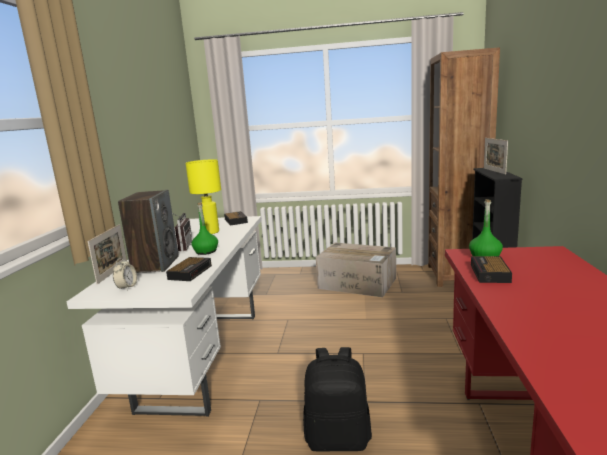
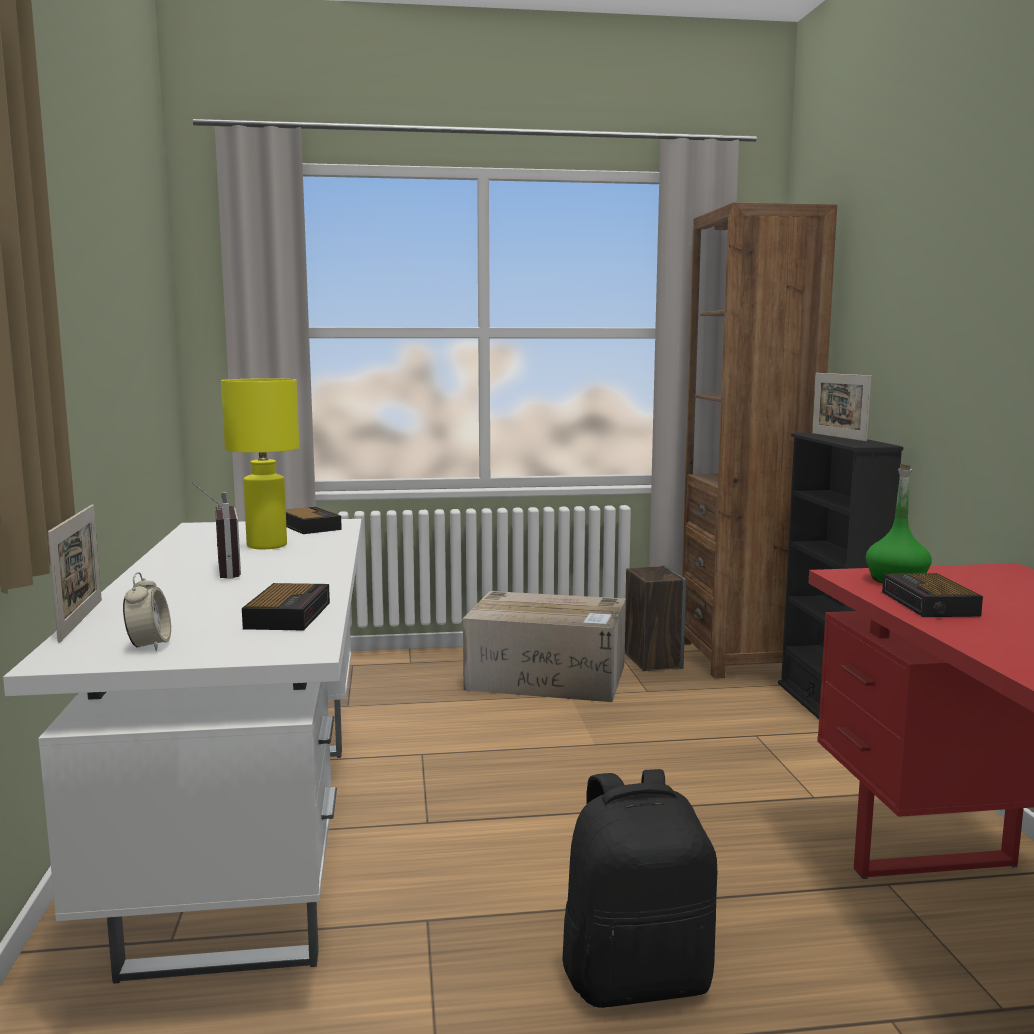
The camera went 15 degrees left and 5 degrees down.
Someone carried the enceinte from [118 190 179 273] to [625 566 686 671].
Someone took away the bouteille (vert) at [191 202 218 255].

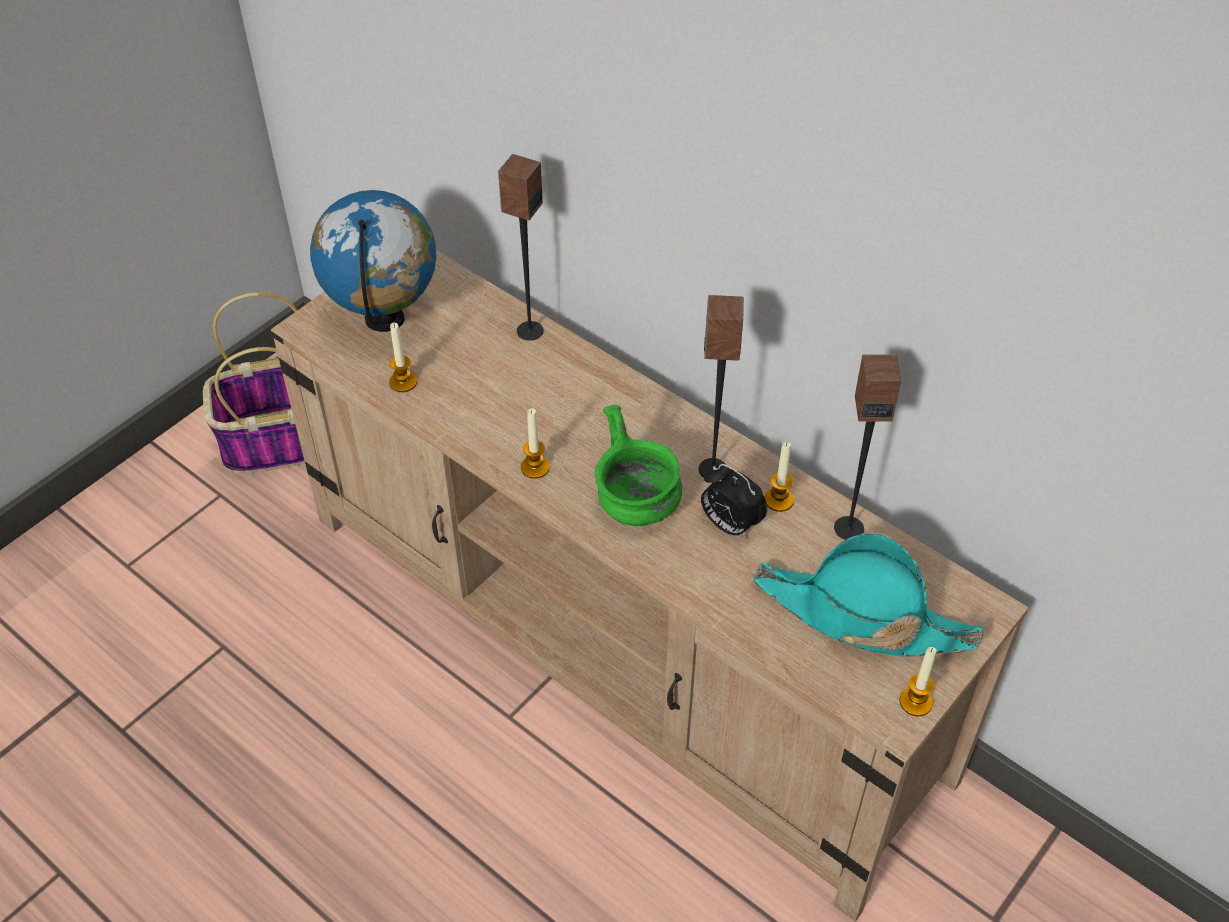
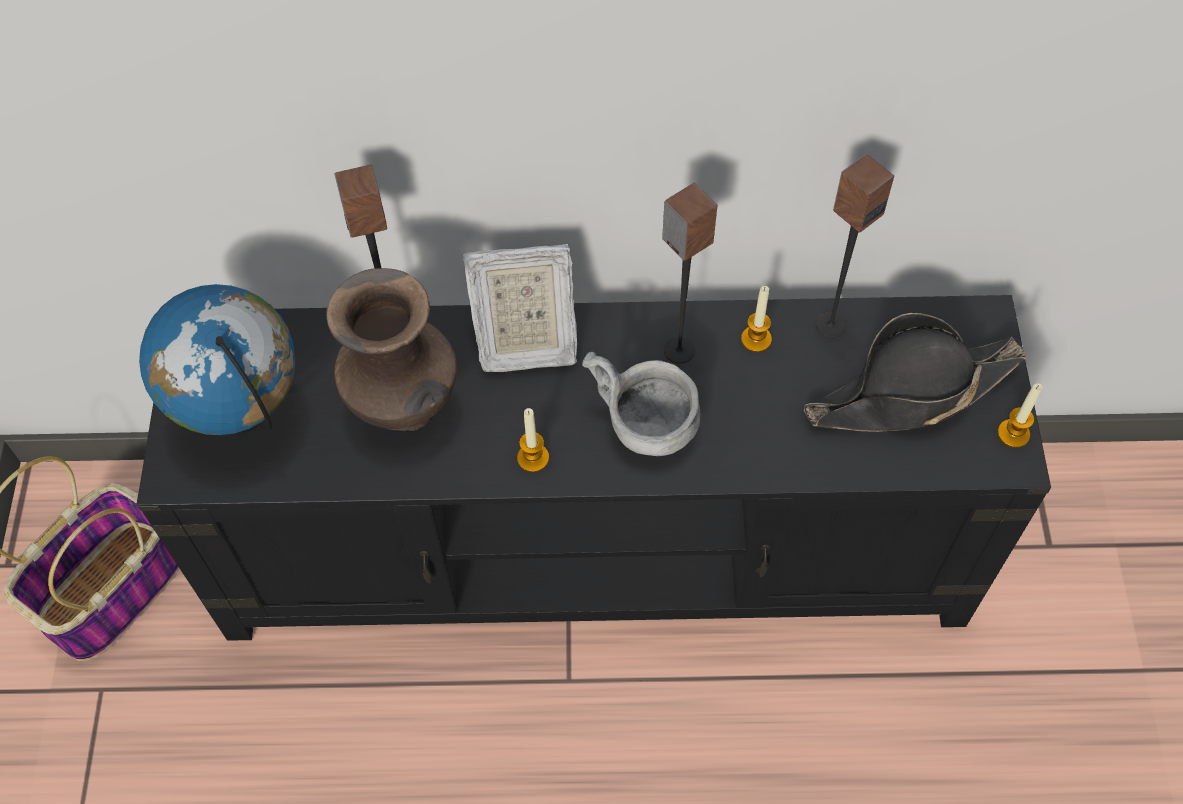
The camera went 40 degrees left and 10 degrees up.
Someone repainted the meuble télé (beige) at [271 250 1028 922], which became the meuble télé (noir) at [136 295 1051 641].
Someone took away the bougie at [389 323 417 392].
Someone repainted the bol (vert) at [595 404 682 526], which became the bol (gris) at [582 352 700 456].
Someone took away the réveil at [701 464 767 539].
Someone repainted the chapeau (turquoise) at [753 533 984 657], which became the chapeau (noir) at [804 313 1026 432].
Someone put down the vase (marron) at [326 268 457 431].
Someone put down the cadre photo at [462 244 577 372].

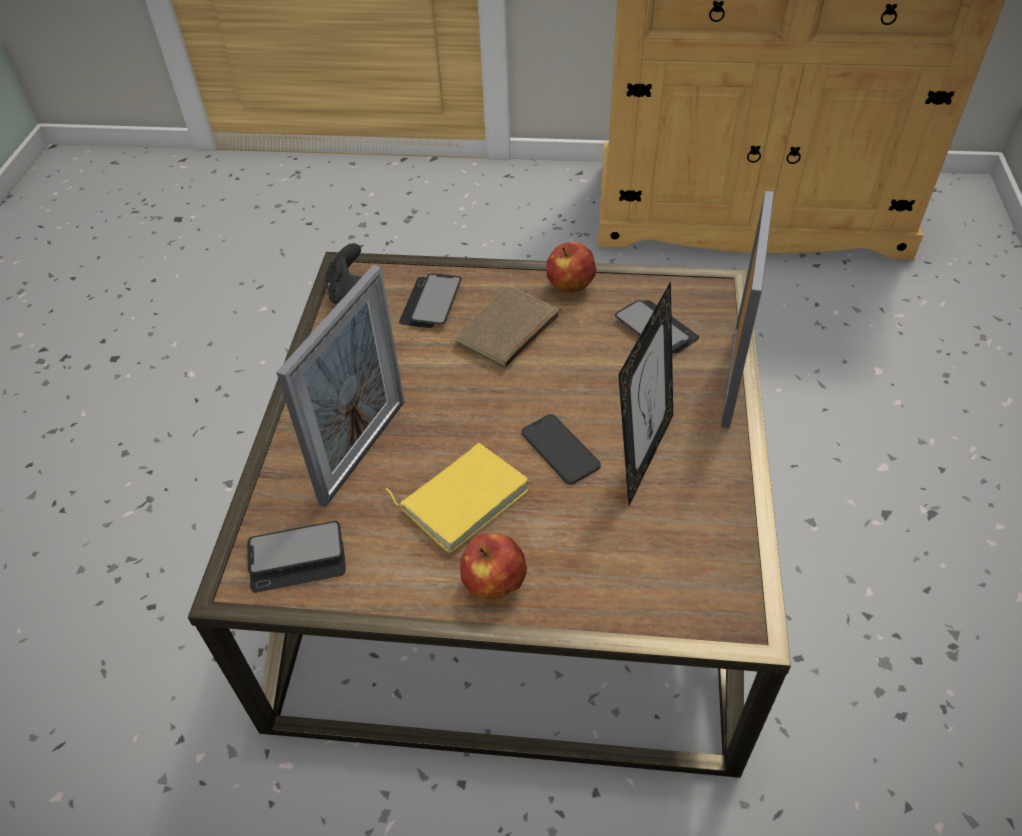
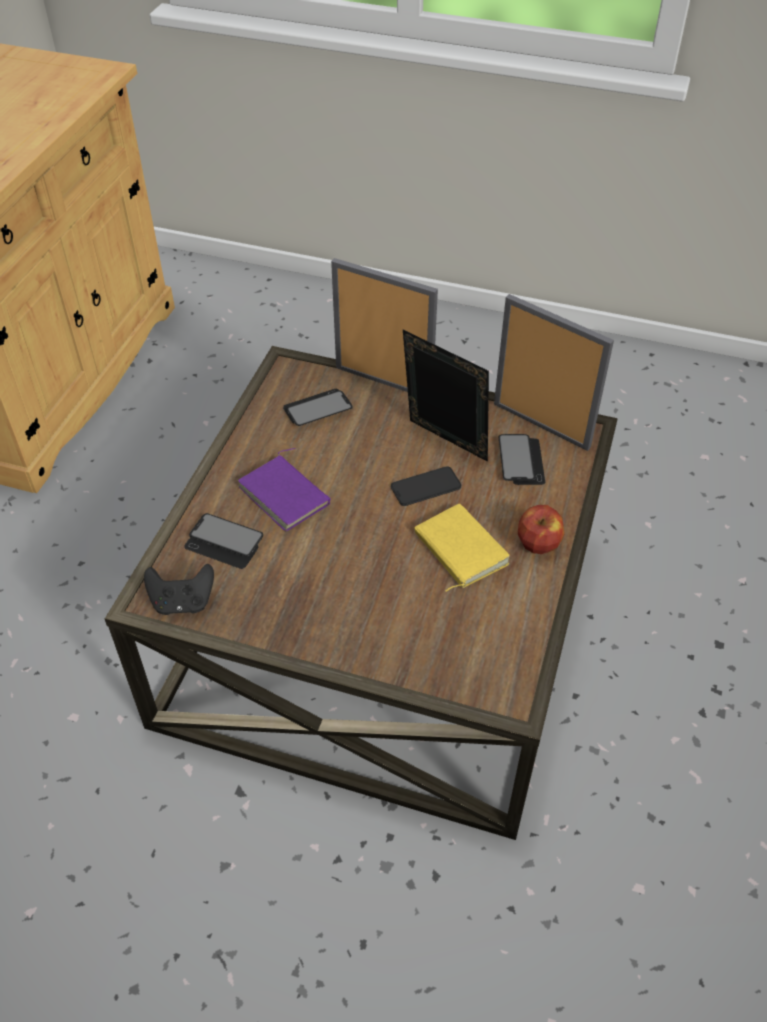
The camera went 80 degrees left and 0 degrees up.
Someone carried the téléphone from [247 521 346 593] to [498 434 545 485].
Someone carried the cadre photo from [276 265 404 507] to [494 294 614 451].
Someone repainted the livre (marron) at [455 286 575 368], which became the livre (violet) at [238 448 330 531].
Someone took away the pomme at [547 242 597 293].

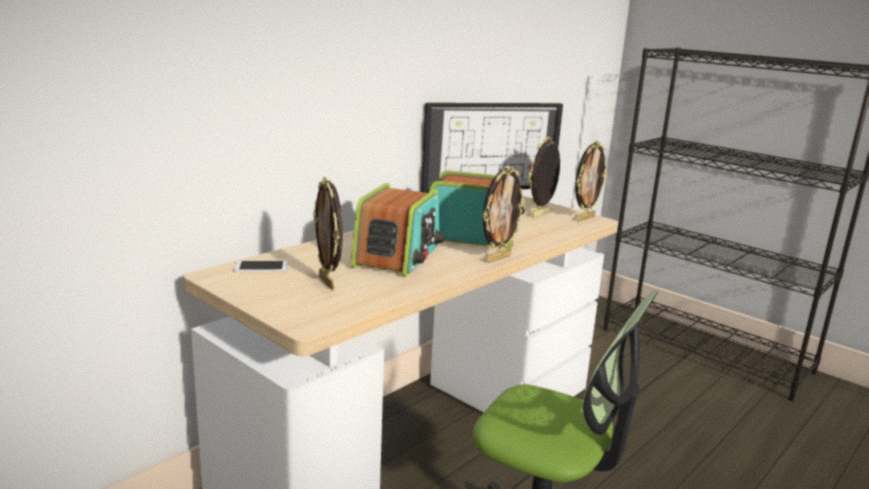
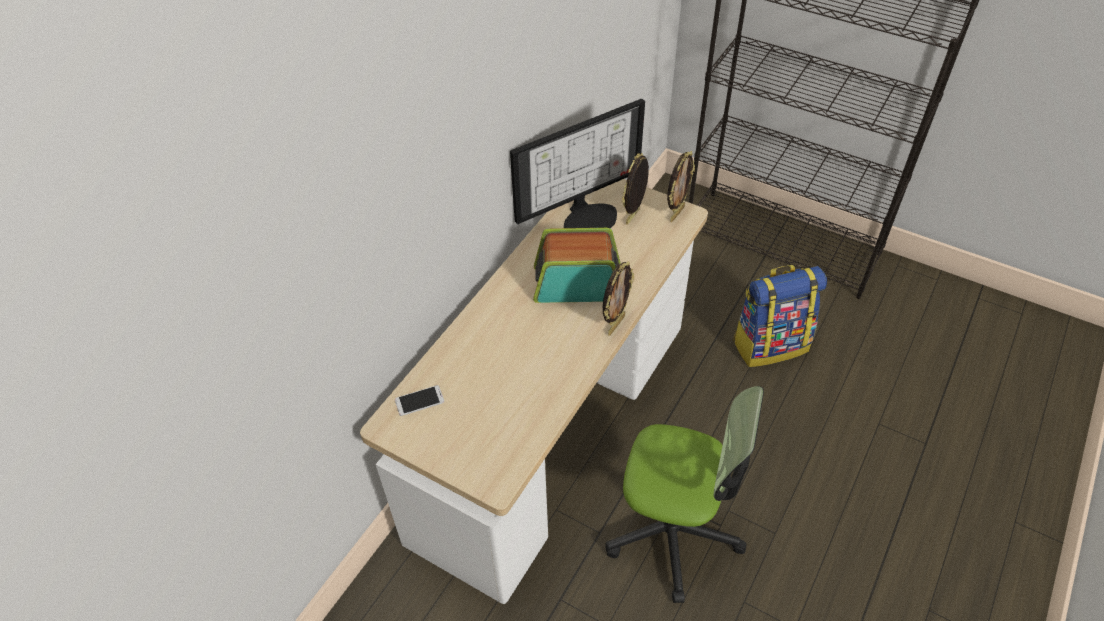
The camera went 10 degrees left and 30 degrees up.
Someone took away the cadre photo at [313 177 343 290].
Someone took away the radio at [351 183 445 277].
Someone put down the sac à dos at [733 265 827 367].

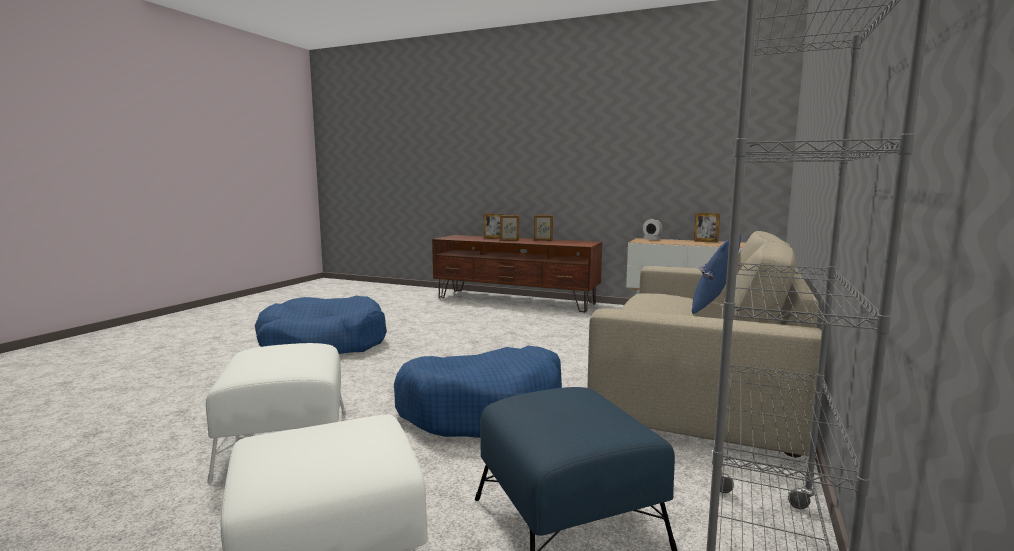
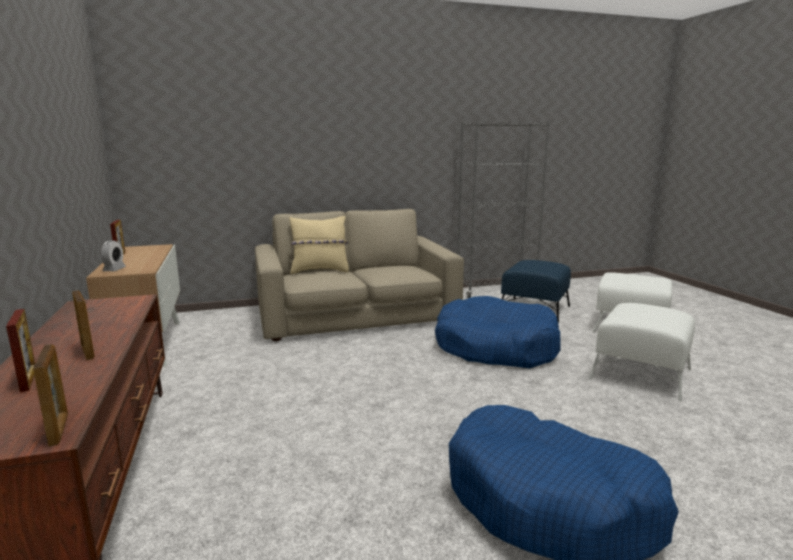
The camera went 130 degrees left and 5 degrees up.
Someone carried the cadre photo from [534 215 553 241] to [33 344 68 447].
Someone repainted the coussin (bleu) at [692 234 741 314], which became the coussin (beige) at [290 216 349 274].

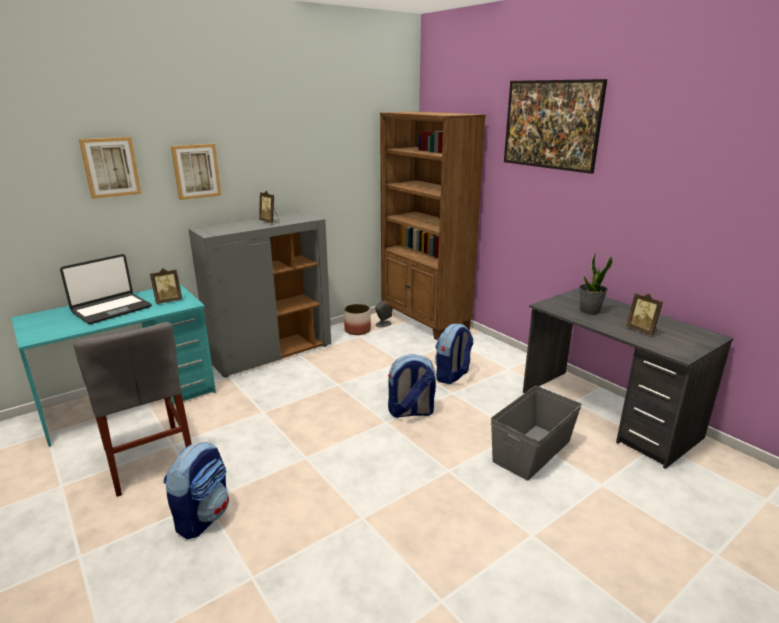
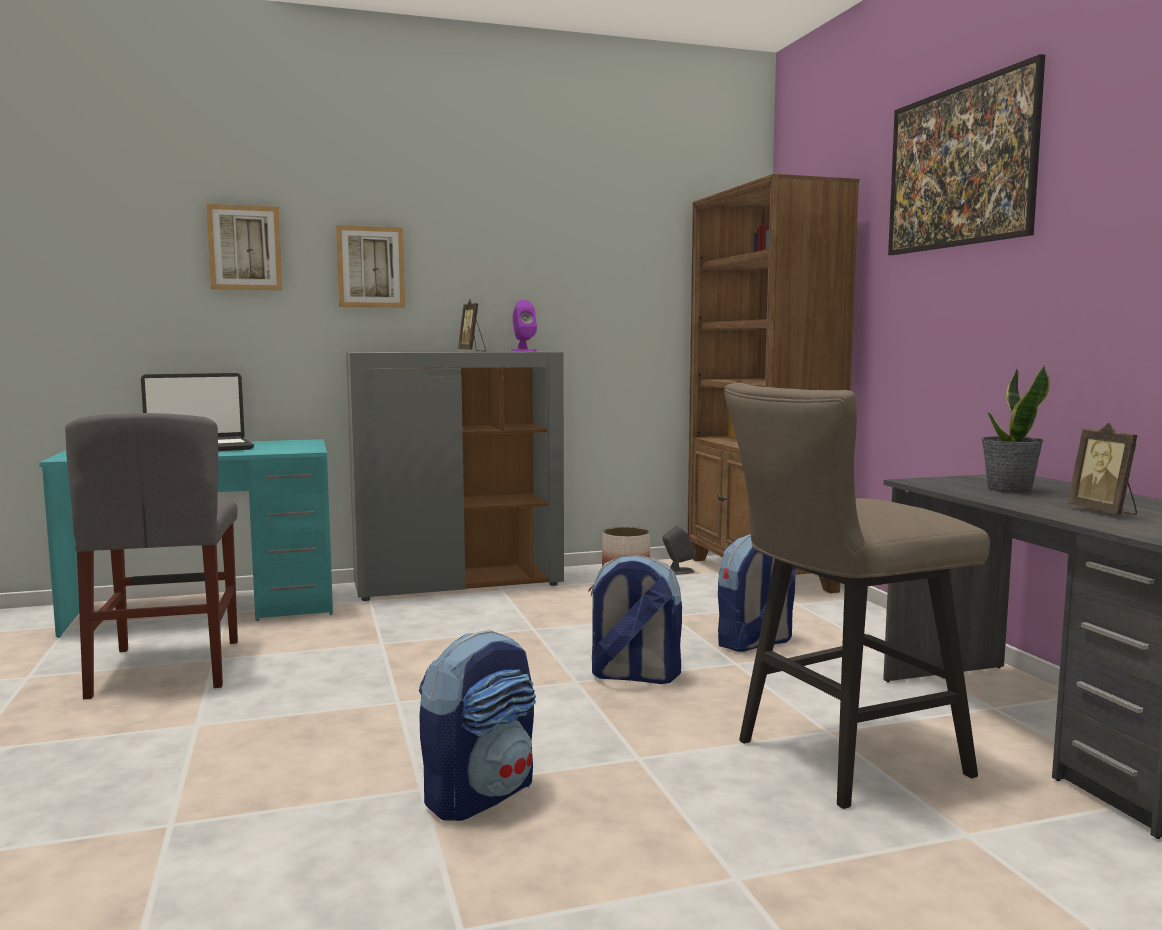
The camera went 20 degrees right and 15 degrees down.
Someone took away the cadre photo at [150 268 182 304].
Someone carried the sac à dos from [164 442 229 539] to [419 630 536 821].
Someone swapped the boîte de rangement (gris) at [491 386 582 481] for the tabouret (beige) at [724 383 990 809].
Someone put down the enceinte (violet) at [511 300 537 351].

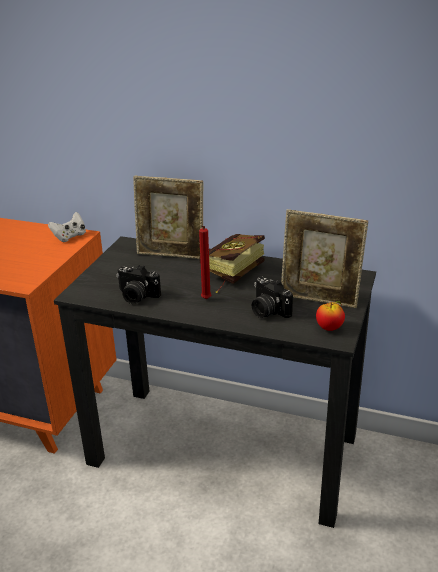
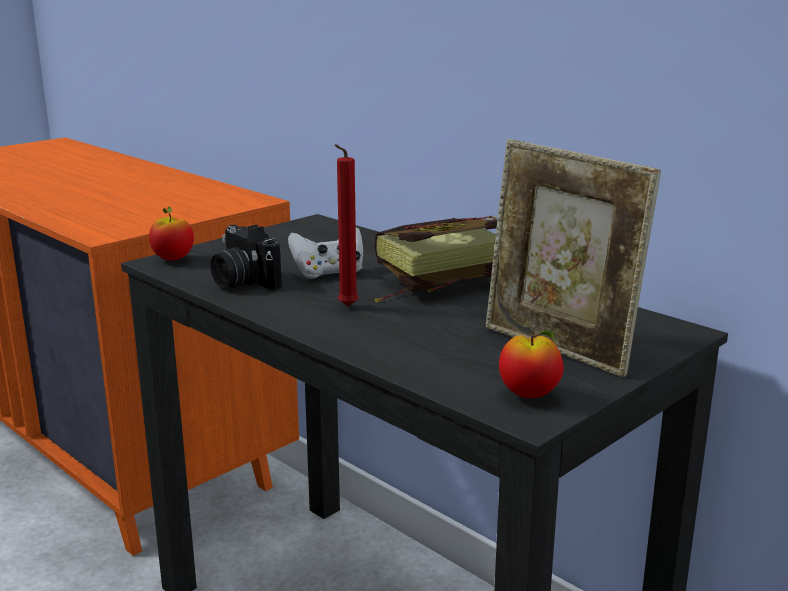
The camera went 25 degrees right and 10 degrees down.
Someone carried the manette (blanc) from [48 212 86 242] to [288 227 363 279].
Someone took away the cadre photo at [133 176 203 259].
Someone took away the appareil photo at [252 276 293 318].
Someone put down the pomme at [149 207 194 260].

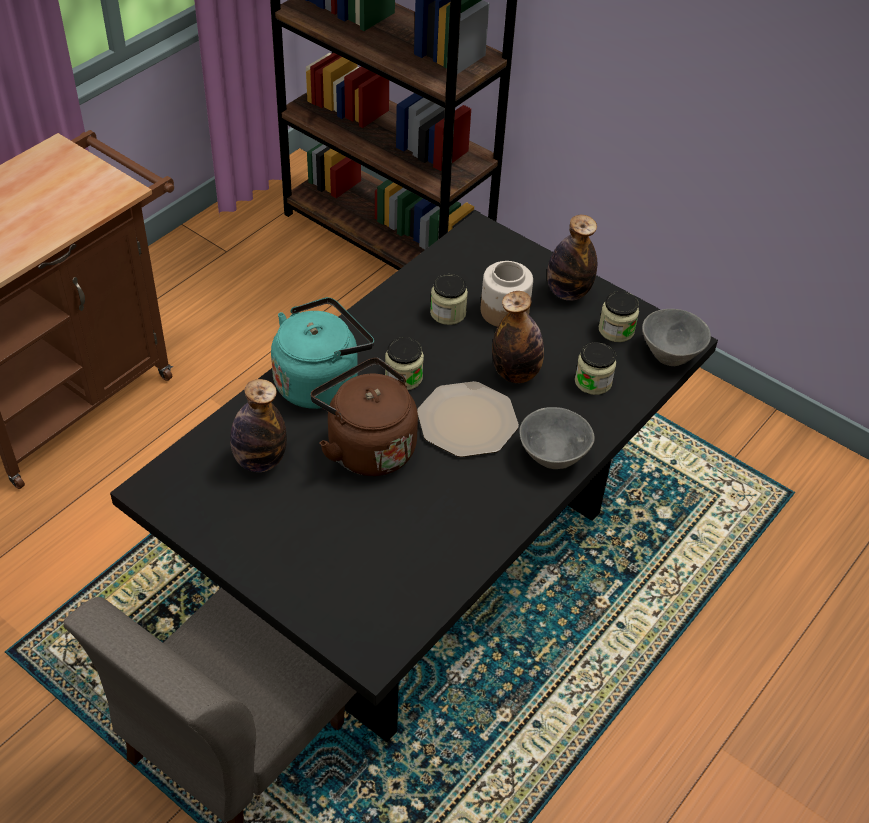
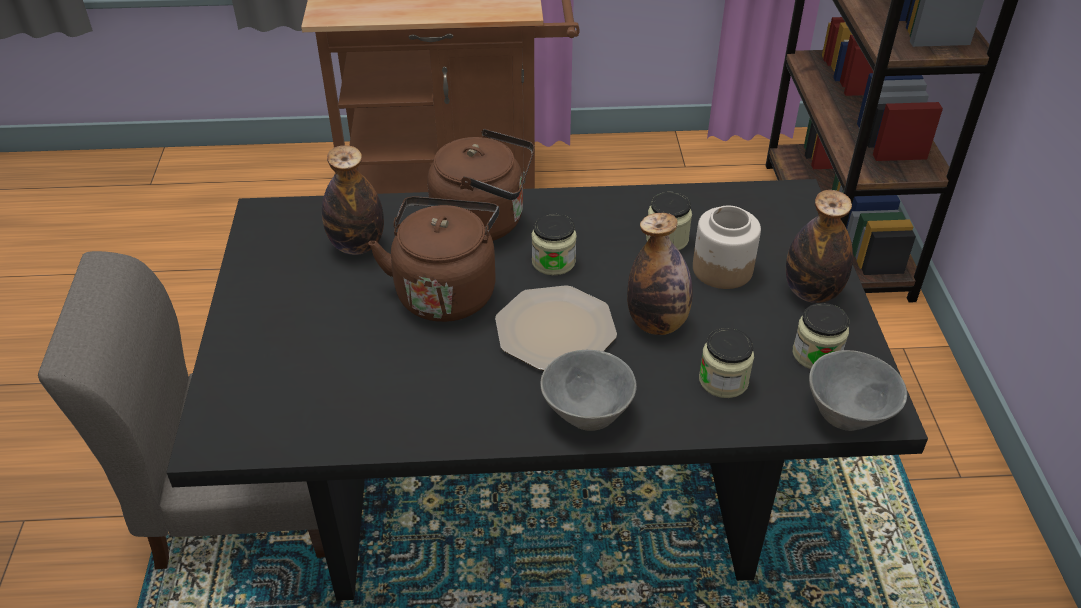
The camera went 50 degrees right and 5 degrees down.
Someone repainted the bouilloire (turquoise) at [271 297 374 409], which became the bouilloire (marron) at [427 129 535 241].

